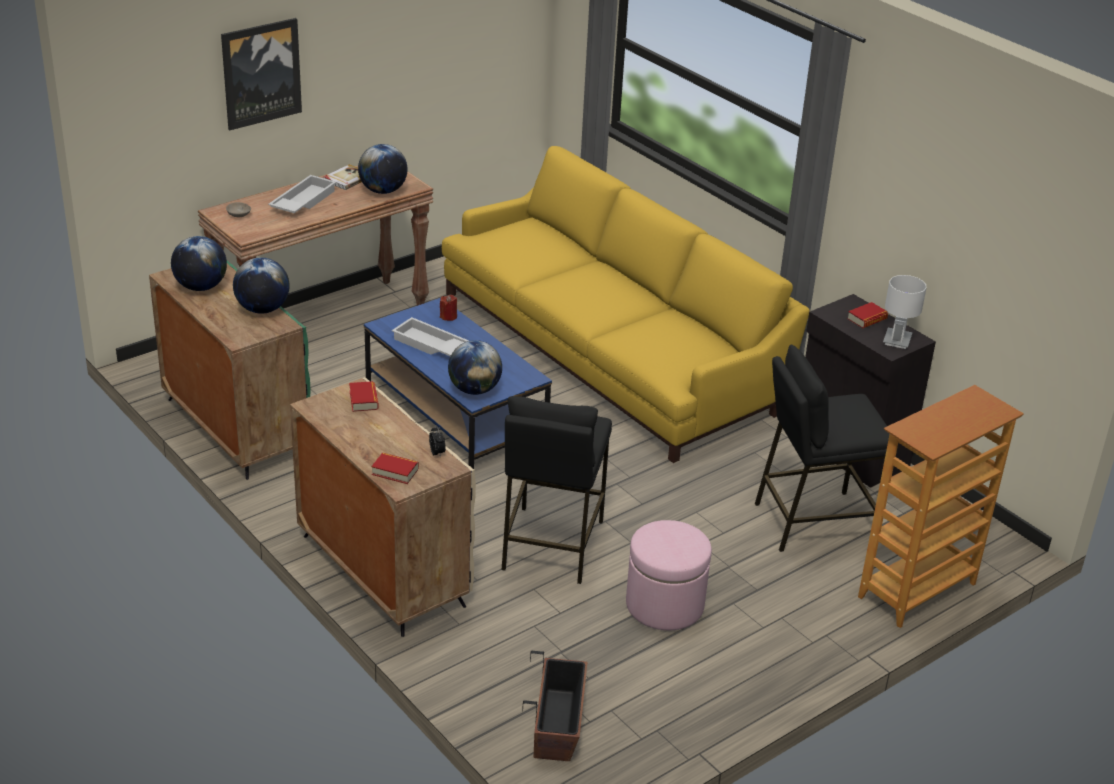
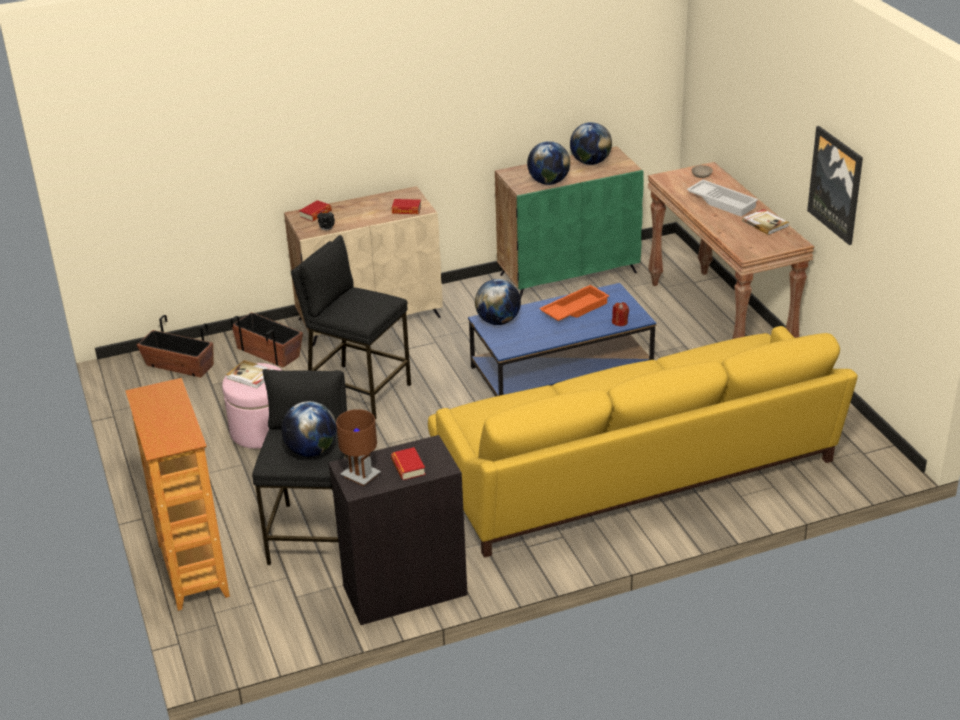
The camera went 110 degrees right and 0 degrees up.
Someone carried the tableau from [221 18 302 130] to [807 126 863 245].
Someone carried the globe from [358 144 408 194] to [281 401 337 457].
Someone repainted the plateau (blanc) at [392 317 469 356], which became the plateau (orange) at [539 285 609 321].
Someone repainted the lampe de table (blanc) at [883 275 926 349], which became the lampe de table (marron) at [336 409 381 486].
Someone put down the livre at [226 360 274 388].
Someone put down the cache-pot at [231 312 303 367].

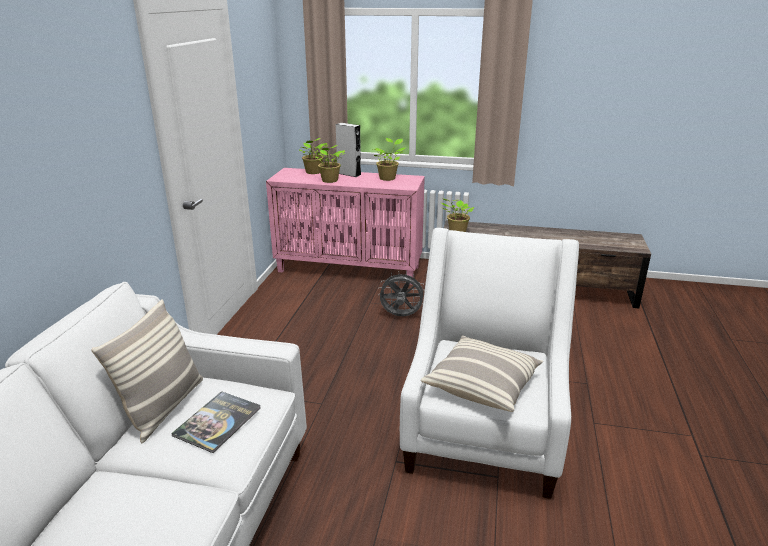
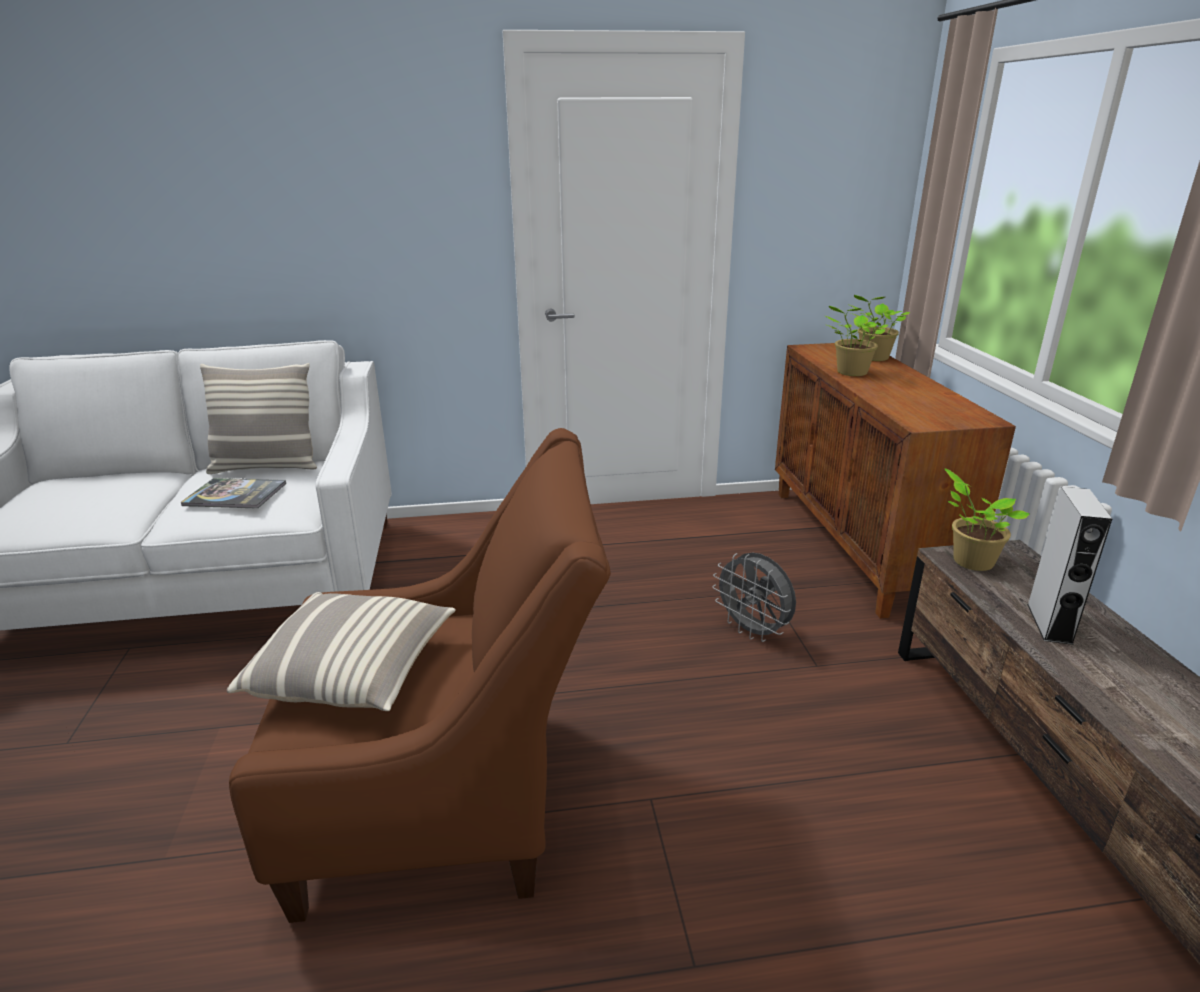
The camera went 70 degrees right and 0 degrees up.
Someone repainted the meuble de rangement (rose) at [266 168 425 285], which became the meuble de rangement (marron) at [775 343 1016 619].
Someone carried the enceinte (gris) from [336 123 361 177] to [1027 487 1112 645].
Someone took away the plante en pot at [373 138 405 181].
Someone rotated the ventilateur (gris) at [378 271 424 316] by 150 degrees clockwise.
Someone repainted the fauteuil (blanc) at [400 228 579 499], which became the fauteuil (marron) at [229 428 611 923].

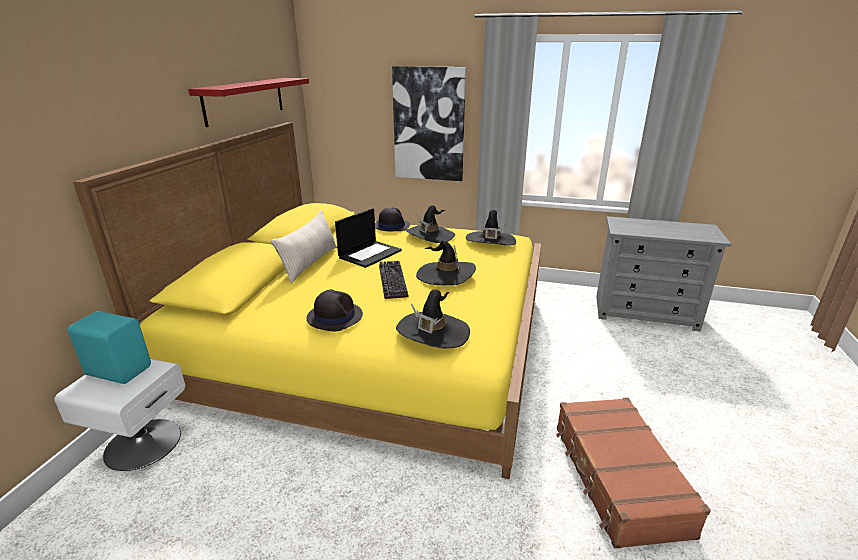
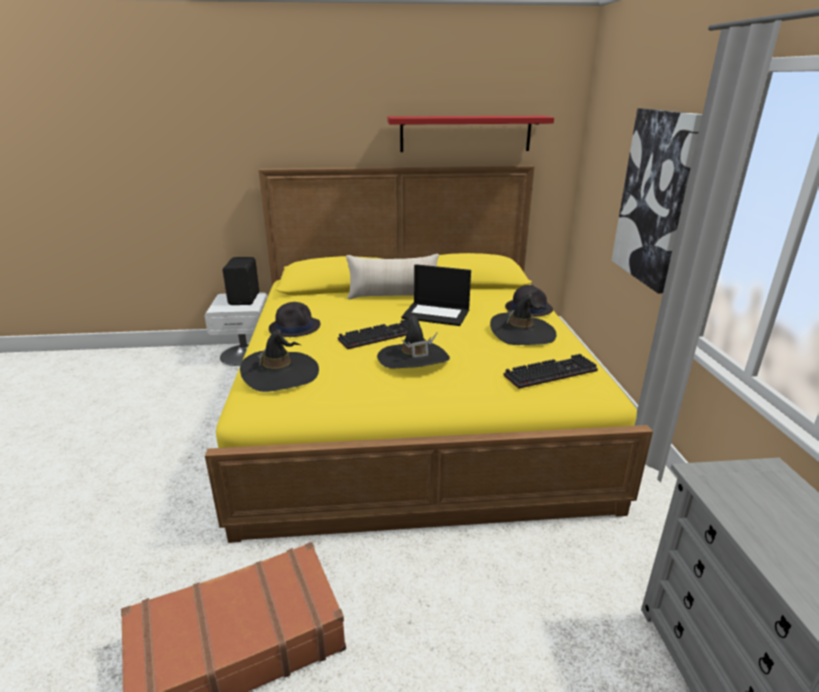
The camera went 70 degrees right and 0 degrees up.
Someone repainted the enceinte (turquoise) at [68 311 151 384], which became the enceinte (noir) at [223 257 259 305].
Someone swapped the chapeau (noir) at [466 210 516 245] for the clavier at [503 354 598 389].

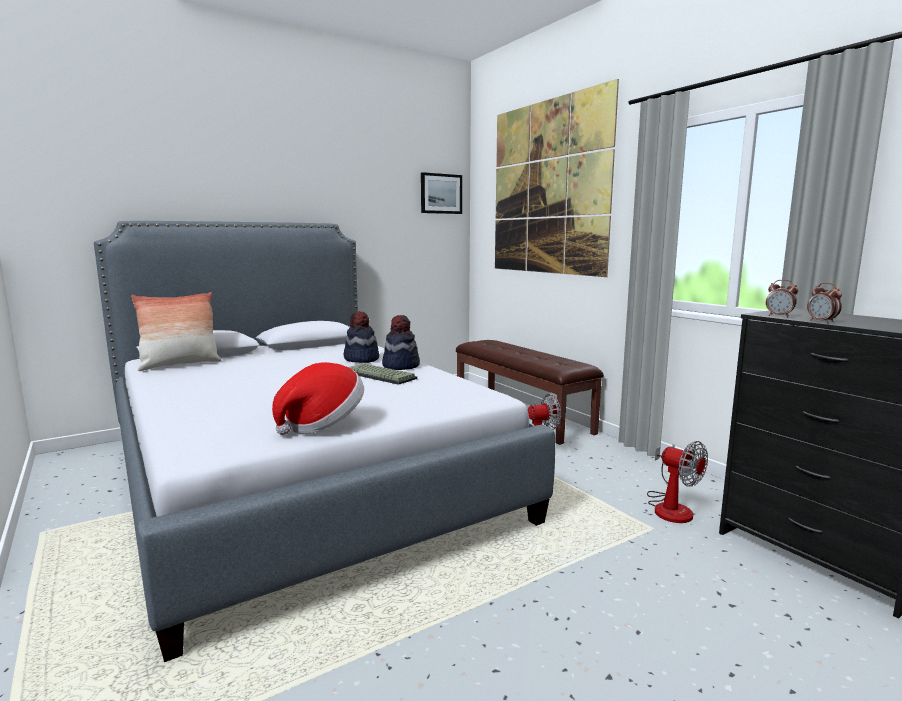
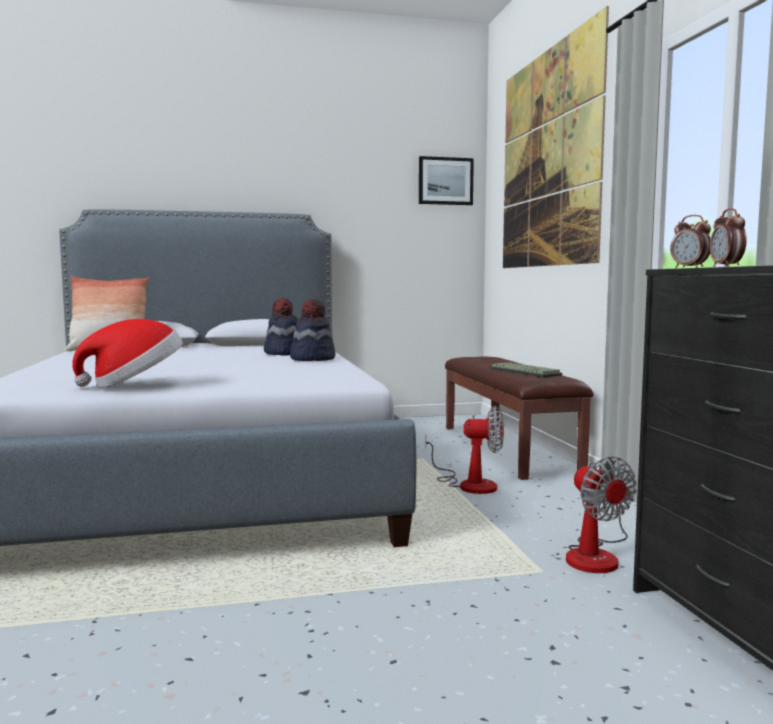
The camera went 20 degrees right and 5 degrees down.
Someone carried the clavier from [348 363 417 385] to [490 362 562 377].

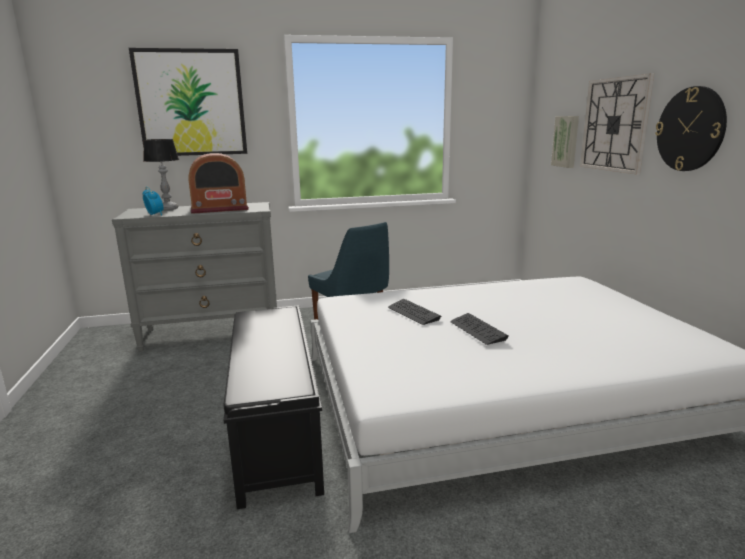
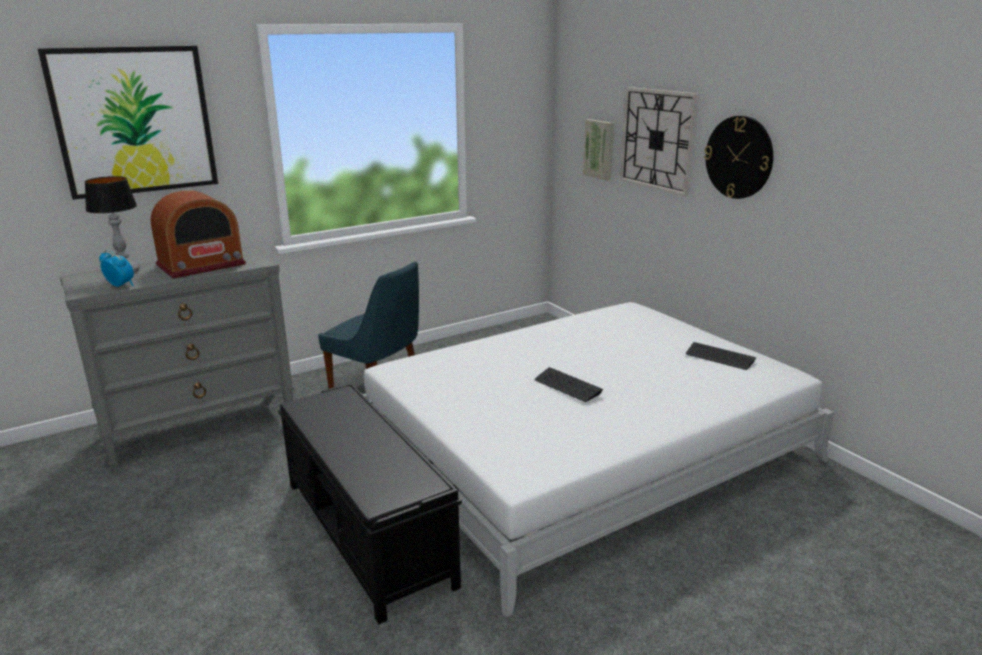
The camera went 20 degrees left and 5 degrees up.
Someone carried the clavier from [388 299 441 325] to [686 342 756 370].

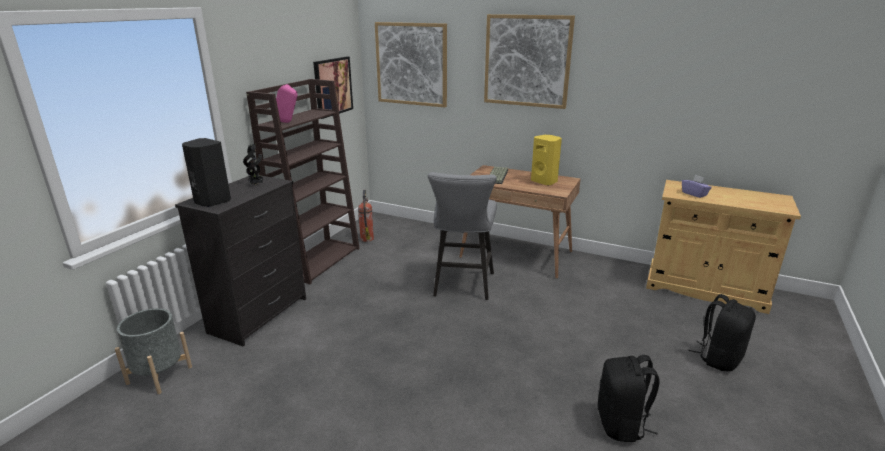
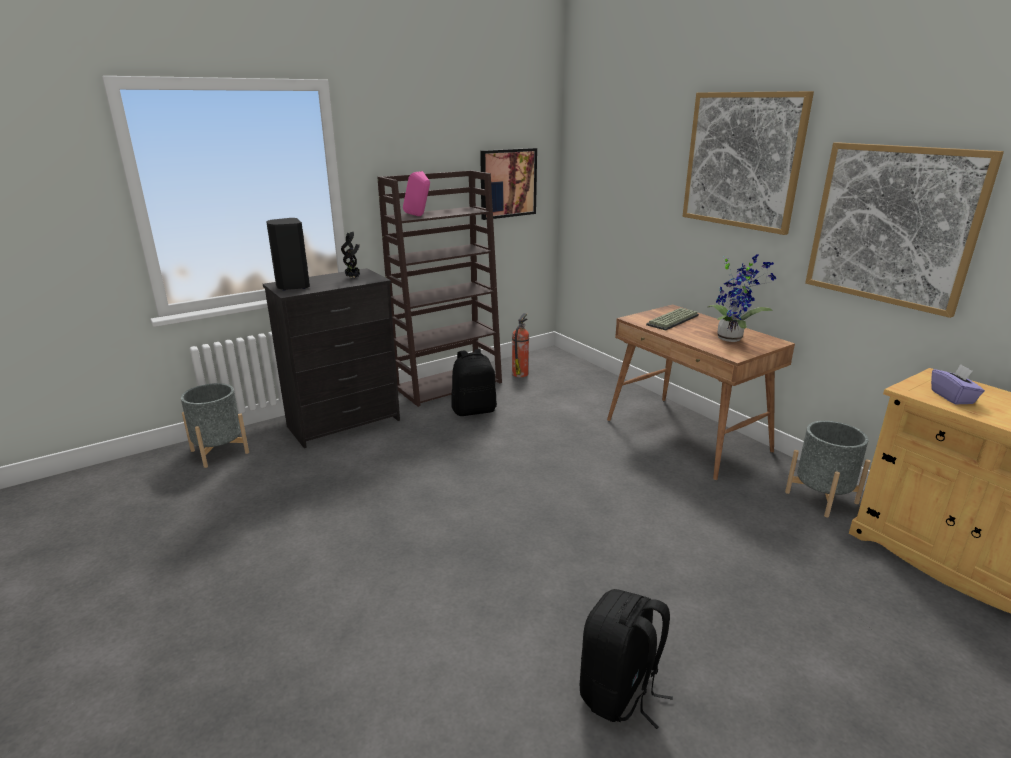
The camera went 30 degrees right and 0 degrees up.
Someone carried the tableau from [375 22 447 107] to [805 142 1004 318].
Someone took away the tabouret (gris) at [428 172 497 300].
Someone swapped the enceinte (jaune) at [531 135 562 186] for the plante en pot at [708 254 776 342].
Someone carried the sac à dos (noir) from [688 294 756 371] to [451 349 497 416].
Someone put down the cache-pot (gris) at [785 421 871 517].

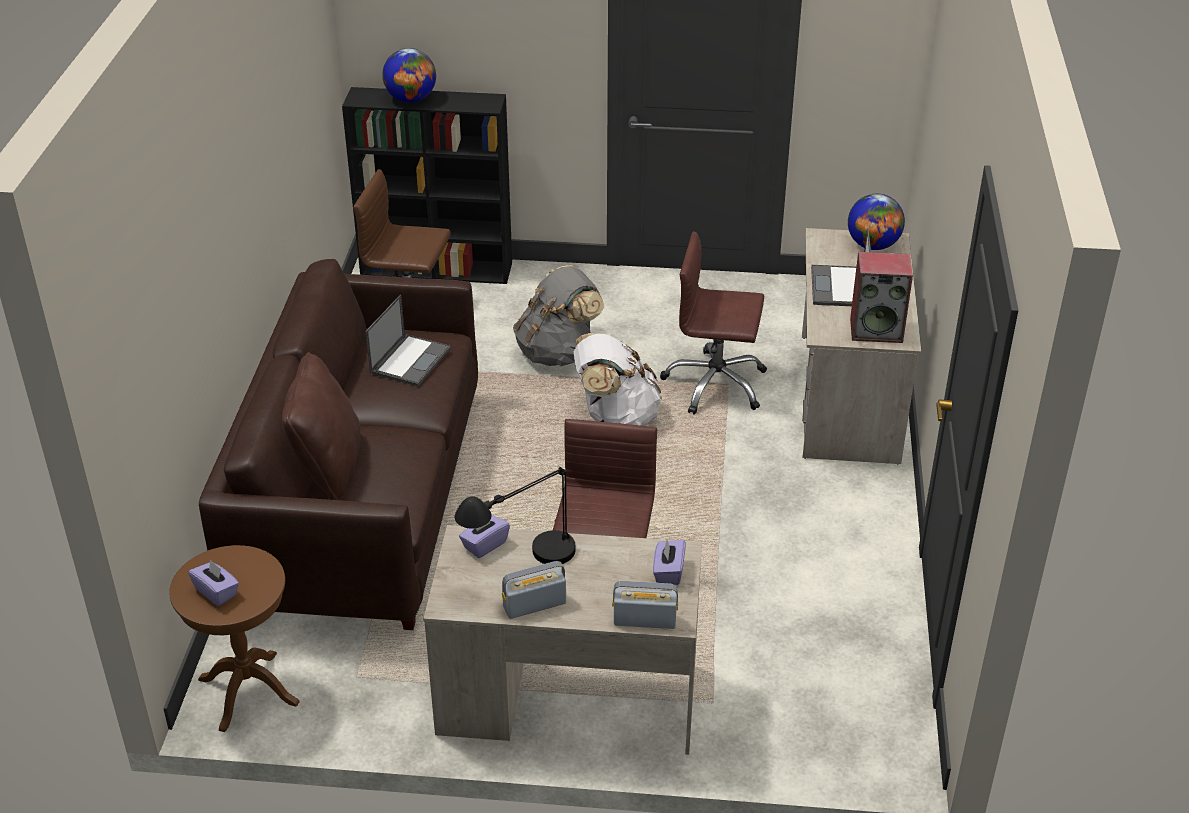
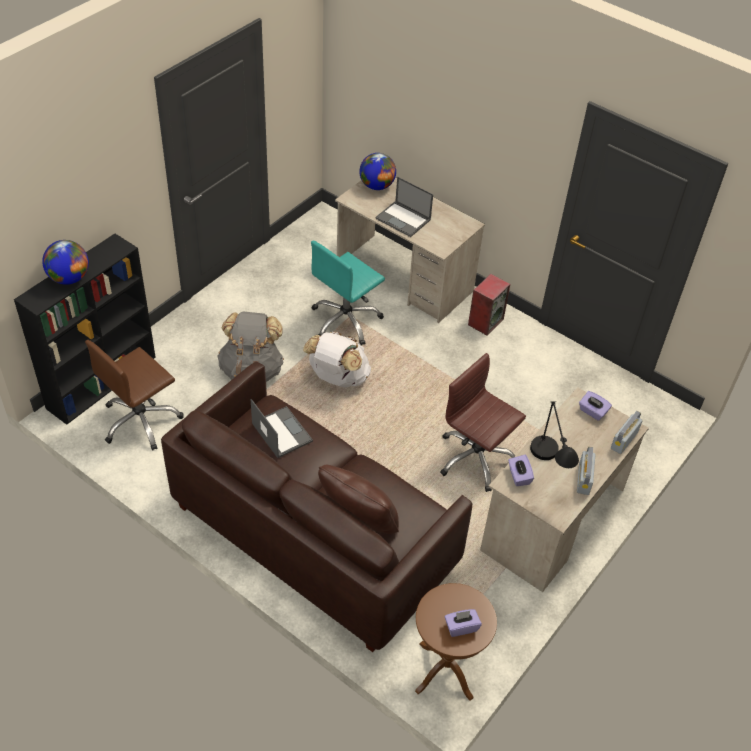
The camera went 60 degrees left and 10 degrees up.
Someone repainted the chaise de bureau (marron) at [660 231 767 415], which became the chaise de bureau (turquoise) at [311 240 385 345].
Someone carried the enceinte from [850 252 913 343] to [468 274 510 336].

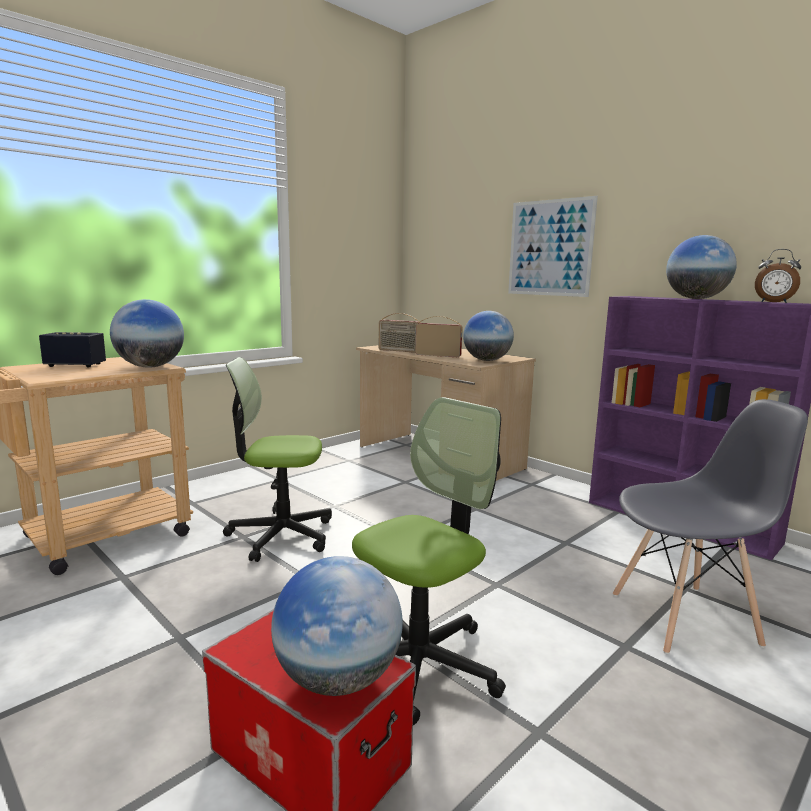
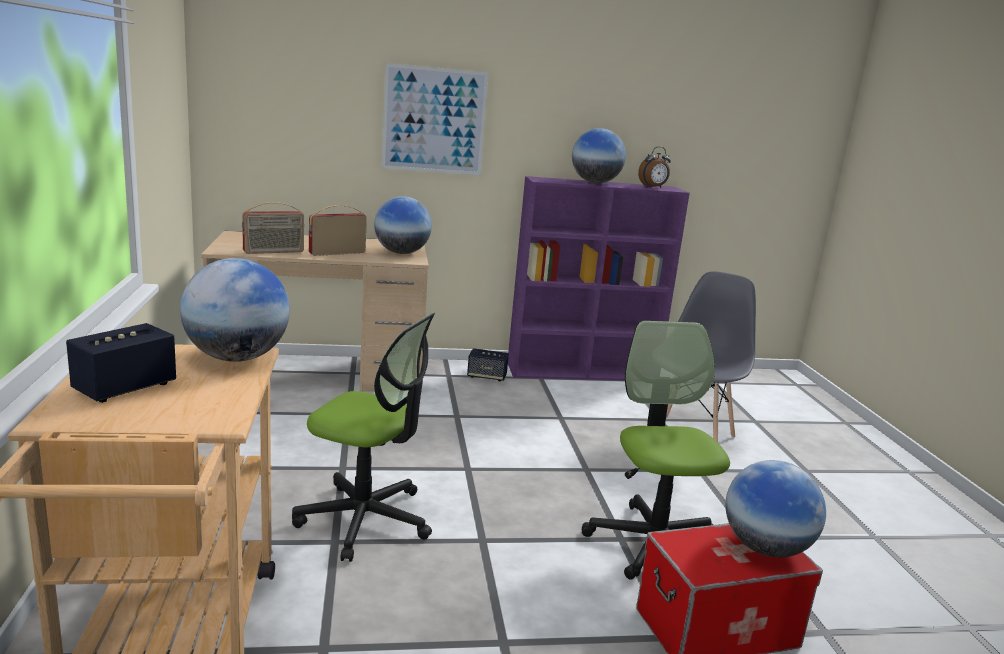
The camera went 55 degrees left and 5 degrees up.
Someone rotated the chaise de bureau at [223 357 332 562] by 105 degrees counterclockwise.
Someone put down the enceinte at [467 348 509 382].

